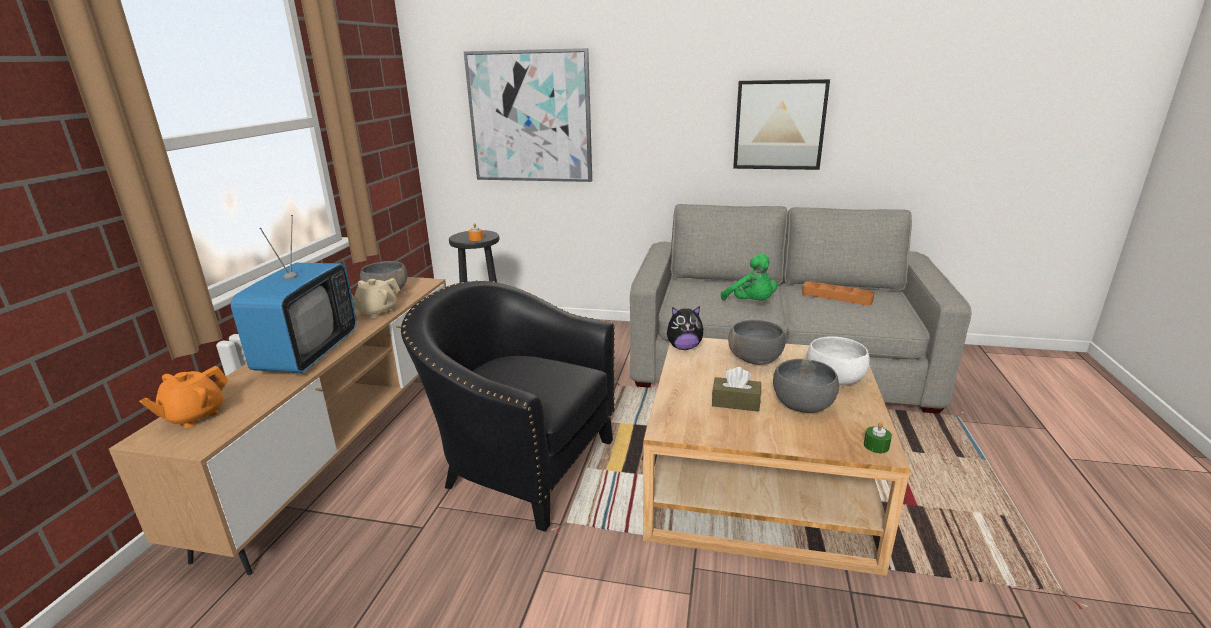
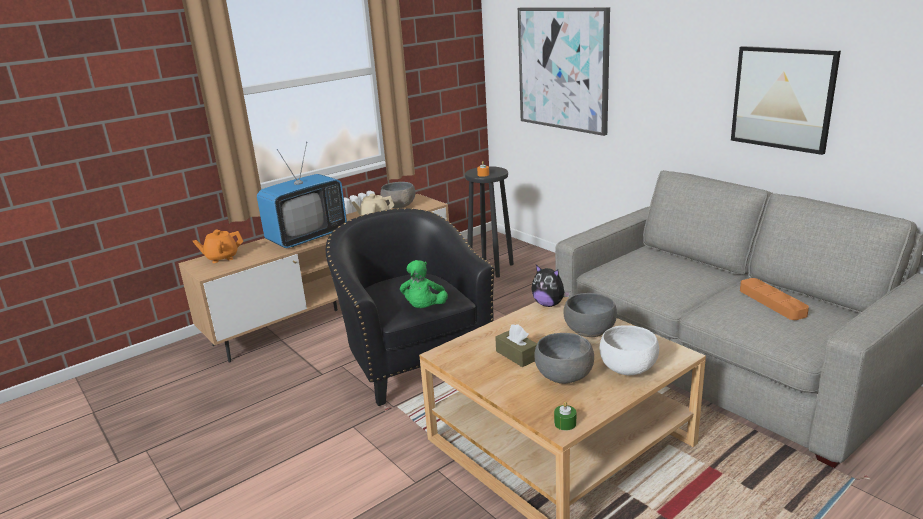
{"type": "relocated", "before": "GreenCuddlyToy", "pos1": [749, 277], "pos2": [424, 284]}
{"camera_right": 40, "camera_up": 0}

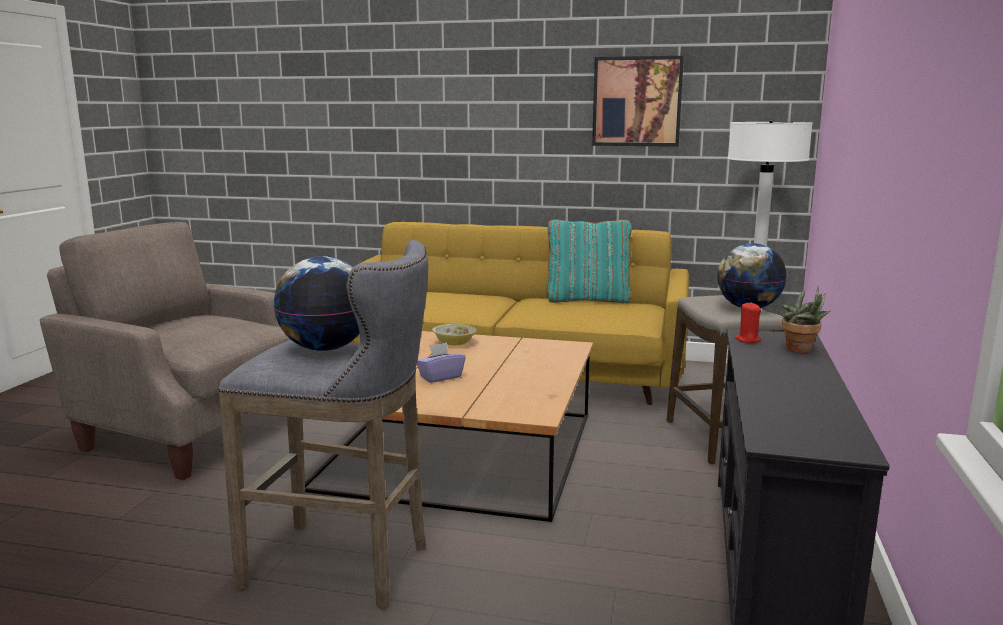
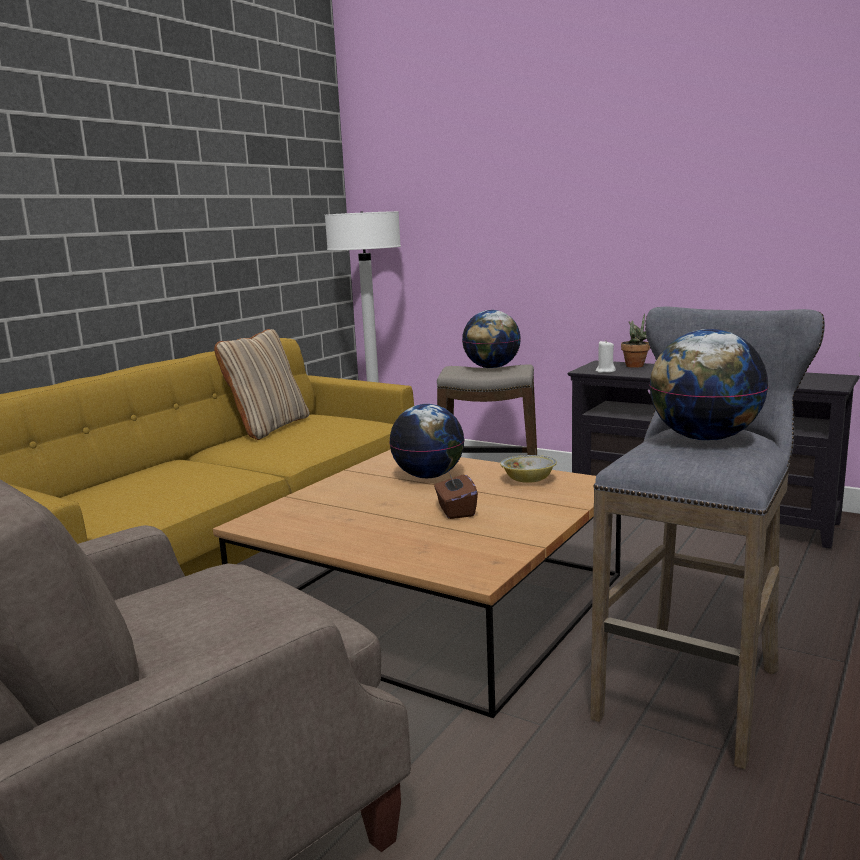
{"type": "missing", "before": "Picture", "pos1": [638, 101]}
{"type": "colour", "before": "TurquoiseColouredThrowPillow", "after": "BeigeColouredThrowPillow", "pos1": [589, 261], "pos2": [262, 384]}
{"type": "colour", "before": "RedColouredCandle", "after": "WhiteCandle", "pos1": [748, 322], "pos2": [606, 357]}
{"type": "relocated", "before": "DeepDish", "pos1": [454, 334], "pos2": [528, 469]}
{"type": "colour", "before": "PurplishTissueHolder", "after": "BrownTissueHolder", "pos1": [441, 362], "pos2": [456, 495]}
{"type": "appeared", "after": "Globe", "pos2": [427, 441]}
{"camera_right": -70, "camera_up": 0}

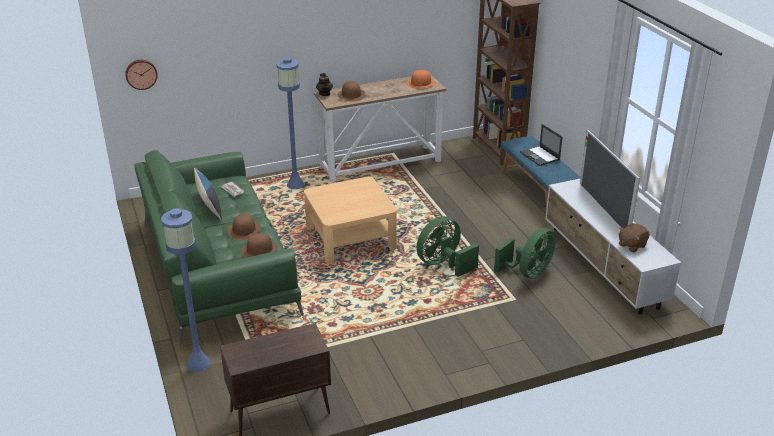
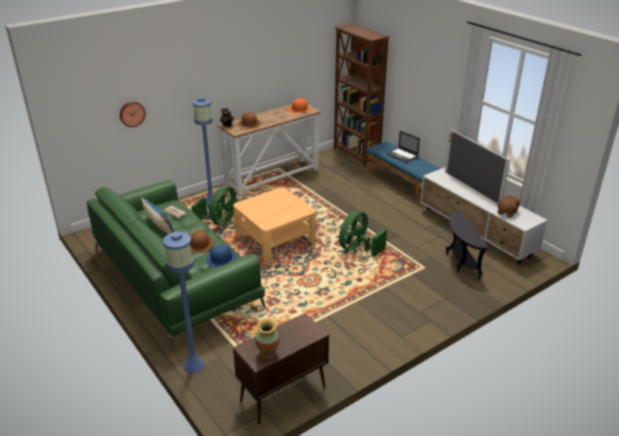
{"type": "relocated", "before": "WallClock", "pos1": [141, 75], "pos2": [133, 114]}
{"type": "relocated", "before": "GreenCoolingFan", "pos1": [525, 253], "pos2": [214, 205]}
{"type": "colour", "before": "BrownWearableHat", "after": "BluishWearableHat", "pos1": [259, 245], "pos2": [221, 256]}
{"type": "appeared", "after": "BlackColouredAccentTable", "pos2": [467, 245]}
{"type": "appeared", "after": "DecorativeVase", "pos2": [267, 339]}
{"camera_right": -15, "camera_up": 0}

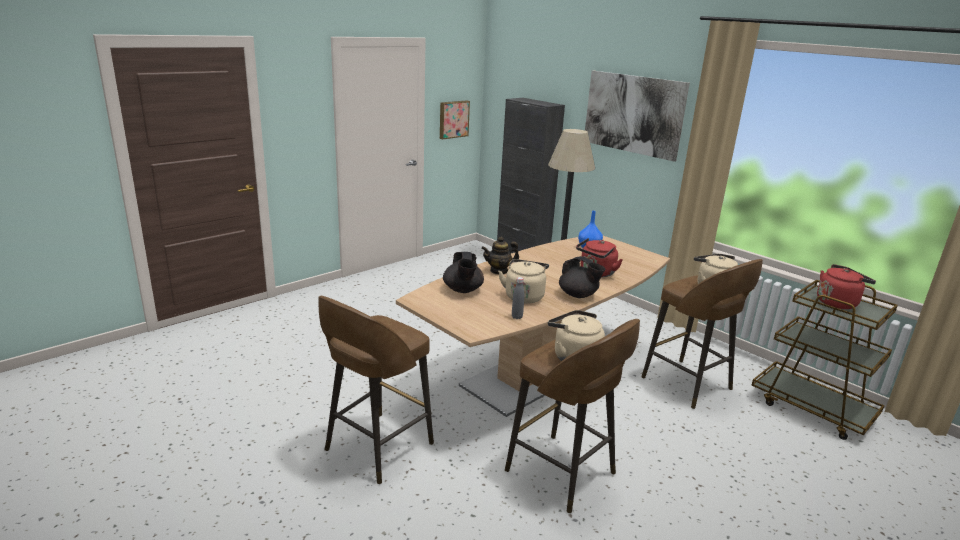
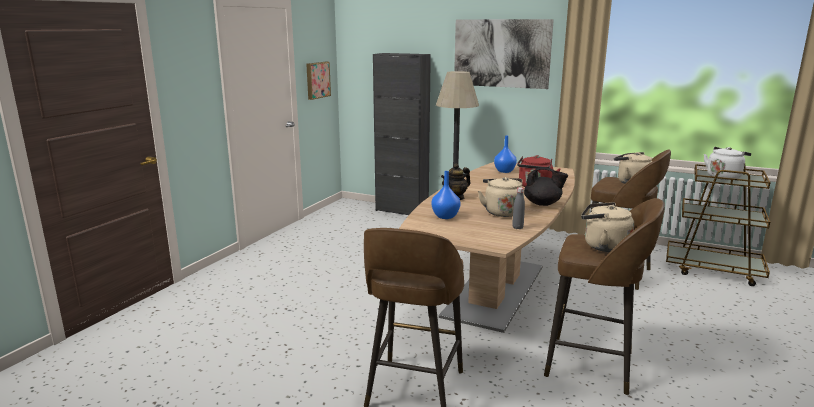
{"type": "exchanged", "before": "BlackColouredTeapot", "after": "BluishDecorativeVase", "pos1": [463, 272], "pos2": [446, 195]}
{"type": "colour", "before": "RedColouredKettle", "after": "WhiteKettle", "pos1": [846, 286], "pos2": [727, 163]}
{"camera_right": -20, "camera_up": -5}

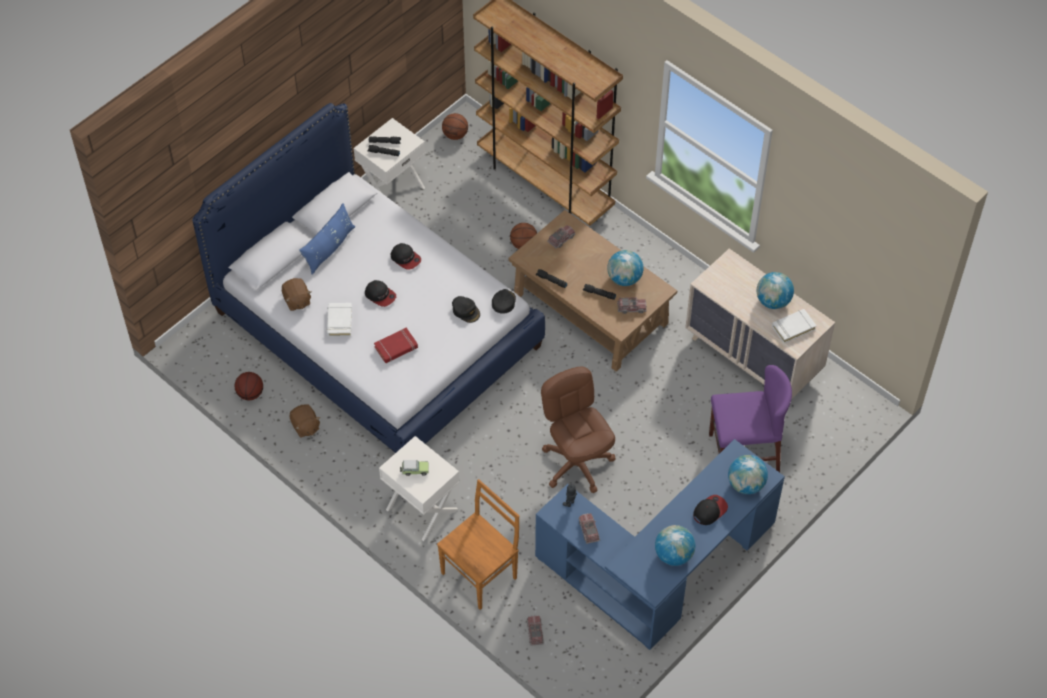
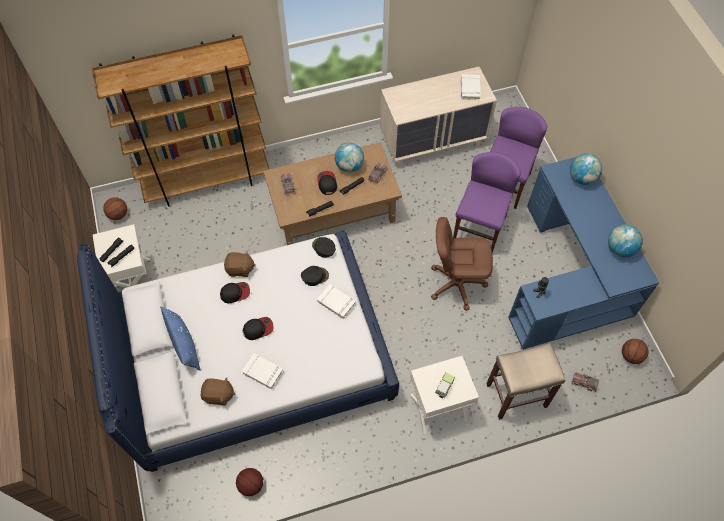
{"type": "relocated", "before": "BallForBasketball", "pos1": [523, 236], "pos2": [635, 351]}
{"type": "missing", "before": "Globe", "pos1": [775, 290]}
{"type": "missing", "before": "RedColouredVolume", "pos1": [396, 345]}
{"type": "relocated", "before": "BrownCuddlyToy", "pos1": [305, 421], "pos2": [240, 264]}
{"type": "exchanged", "before": "BrownUprightChair", "after": "BeigeColouredStoolSeat", "pos1": [478, 544], "pos2": [525, 381]}
{"type": "relocated", "before": "BaseballCap", "pos1": [710, 510], "pos2": [327, 183]}
{"type": "missing", "before": "ModelTruck", "pos1": [589, 528]}
{"type": "appeared", "after": "PurplishUprightChair", "pos2": [487, 202]}
{"type": "appeared", "after": "WhiteVolume", "pos2": [336, 301]}
{"camera_right": -60, "camera_up": 5}

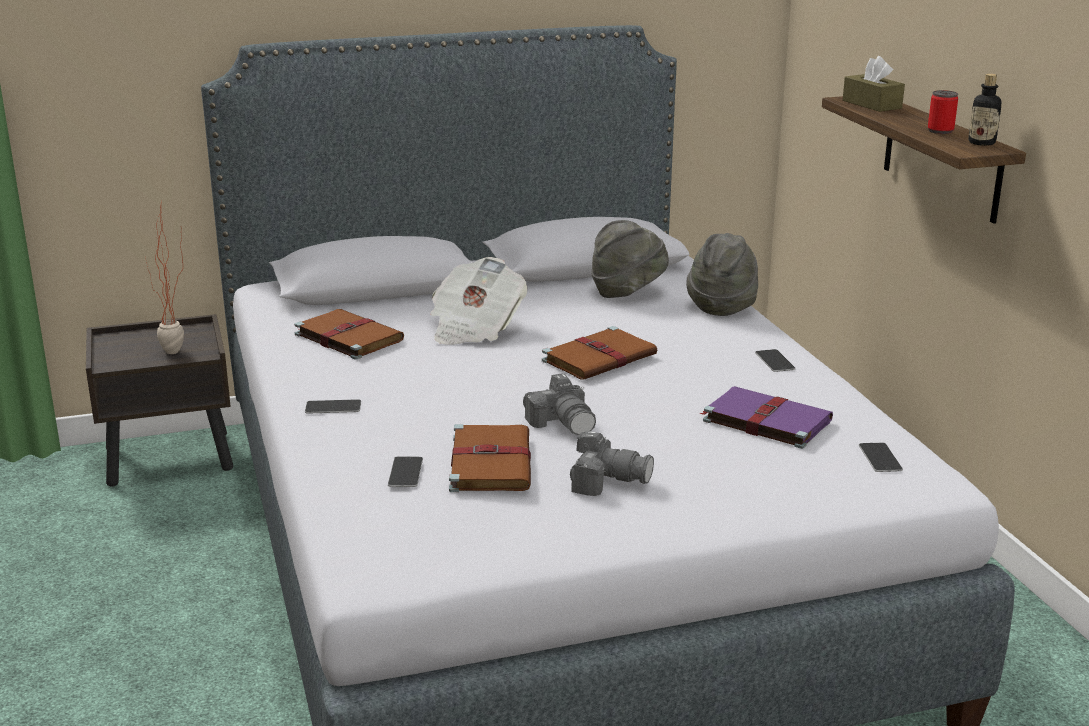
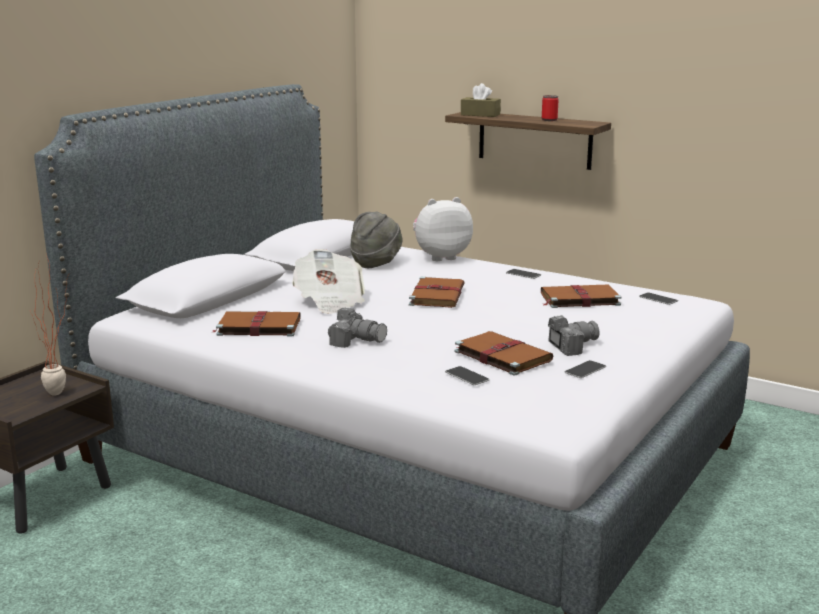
{"type": "missing", "before": "DrinkBottle", "pos1": [985, 110]}
{"type": "exchanged", "before": "GreyishWearableHat", "after": "CuddlyToy", "pos1": [722, 274], "pos2": [443, 229]}
{"type": "relocated", "before": "PhotoCamera", "pos1": [559, 404], "pos2": [357, 327]}
{"type": "colour", "before": "PurplishVolume", "after": "BrownVolume", "pos1": [766, 417], "pos2": [581, 296]}
{"type": "relocated", "before": "Telephone", "pos1": [333, 406], "pos2": [585, 369]}
{"camera_right": -40, "camera_up": -5}

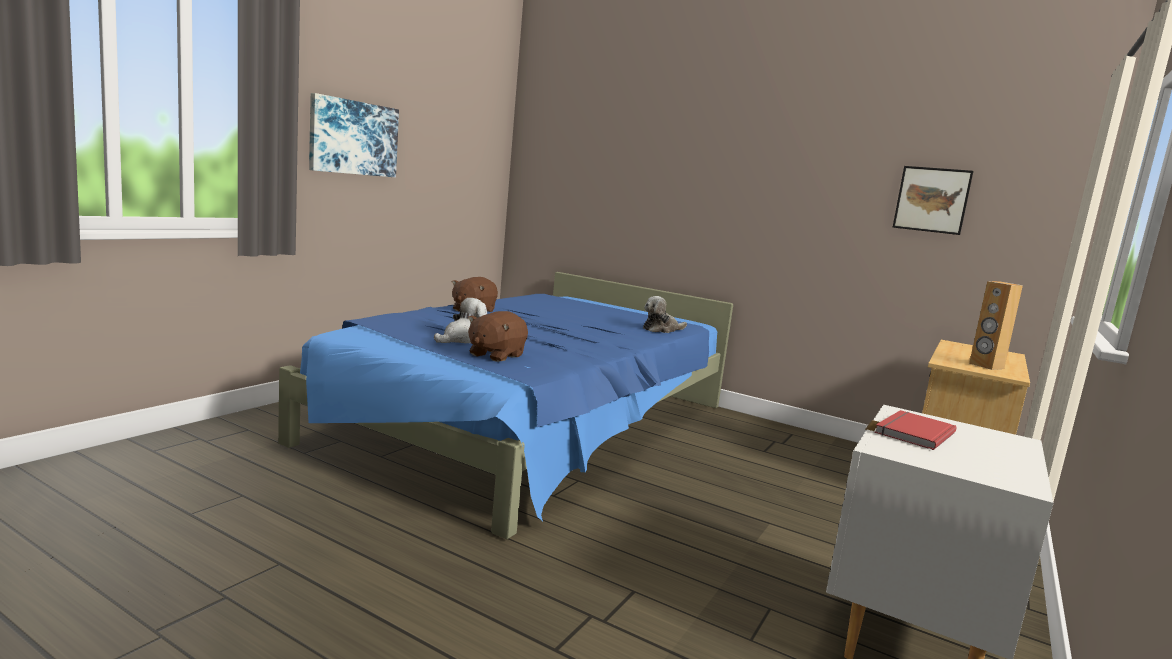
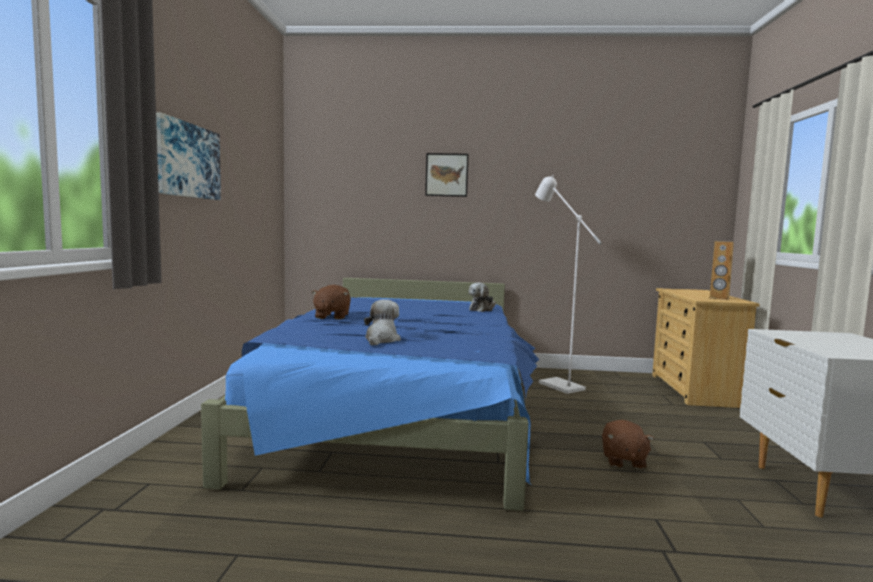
{"type": "relocated", "before": "Picture", "pos1": [933, 200], "pos2": [447, 175]}
{"type": "relocated", "before": "BrownCuddlyToy", "pos1": [498, 336], "pos2": [628, 444]}
{"type": "missing", "before": "RedColouredVolume", "pos1": [915, 430]}
{"type": "appeared", "after": "WhiteFloorLamp", "pos2": [568, 284]}
{"camera_right": -25, "camera_up": -5}

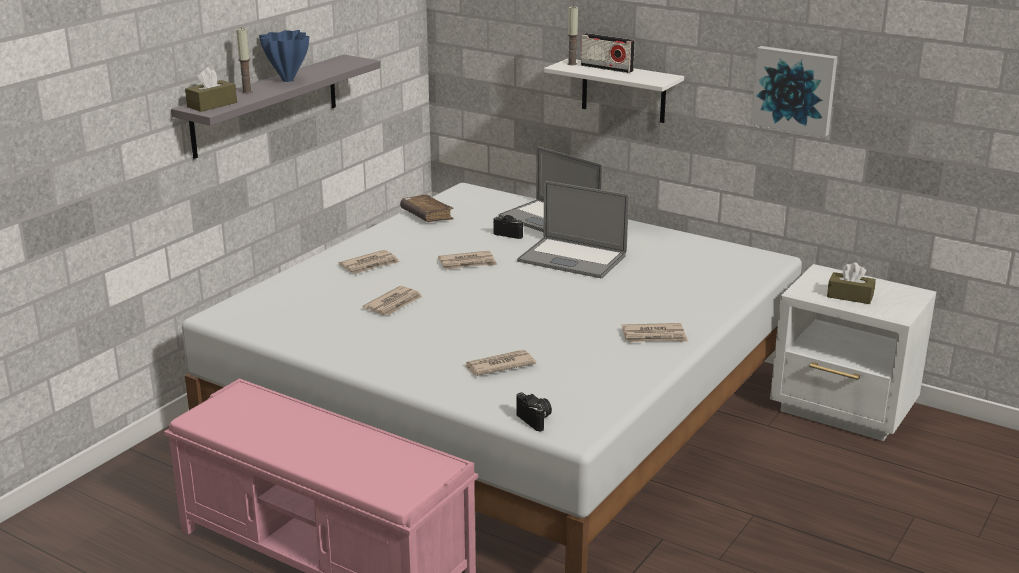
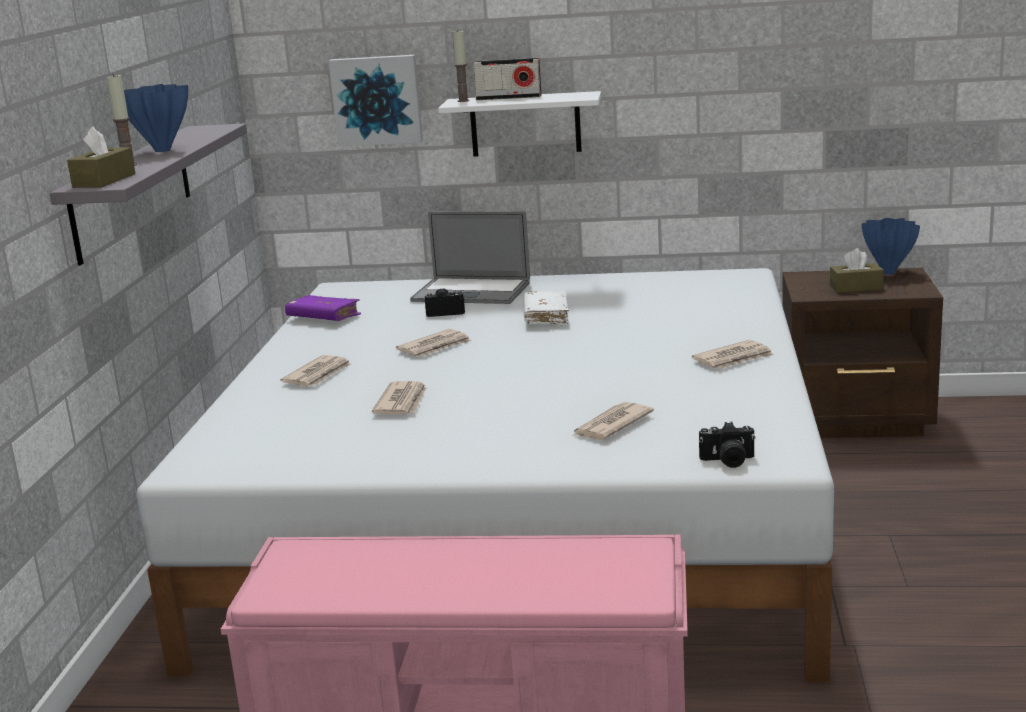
{"type": "relocated", "before": "Picture", "pos1": [794, 91], "pos2": [376, 101]}
{"type": "exchanged", "before": "Laptop", "after": "WhiteVolume", "pos1": [573, 229], "pos2": [546, 308]}
{"type": "colour", "before": "BrownVolume", "after": "PurplishVolume", "pos1": [427, 208], "pos2": [323, 308]}
{"type": "colour", "before": "WhiteBedsideTable", "after": "BrownBedsideTable", "pos1": [853, 352], "pos2": [862, 353]}
{"type": "spun", "before": "PhotoCamera", "pos1": [534, 412], "pos2": [727, 445], "turn": 150}
{"type": "appeared", "after": "BluishDecorativeVase", "pos2": [891, 246]}
{"camera_right": -25, "camera_up": -5}

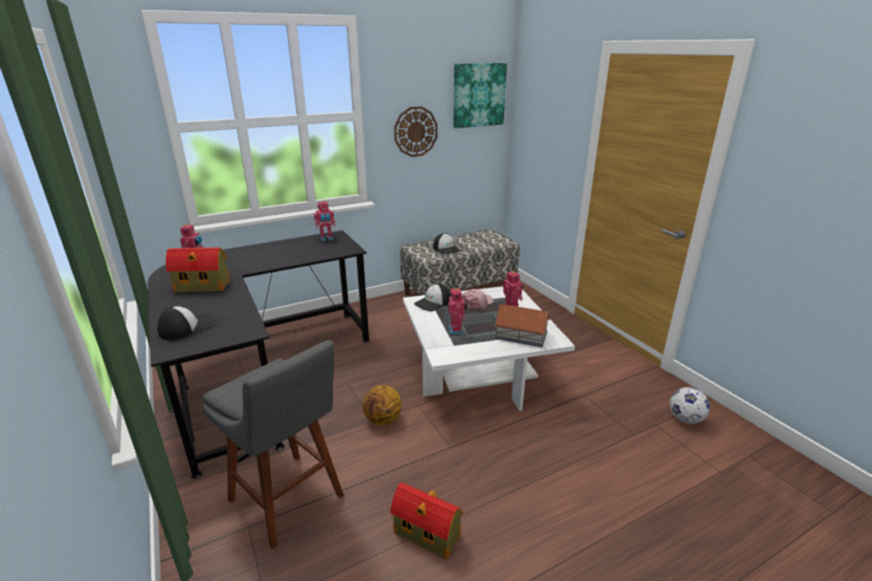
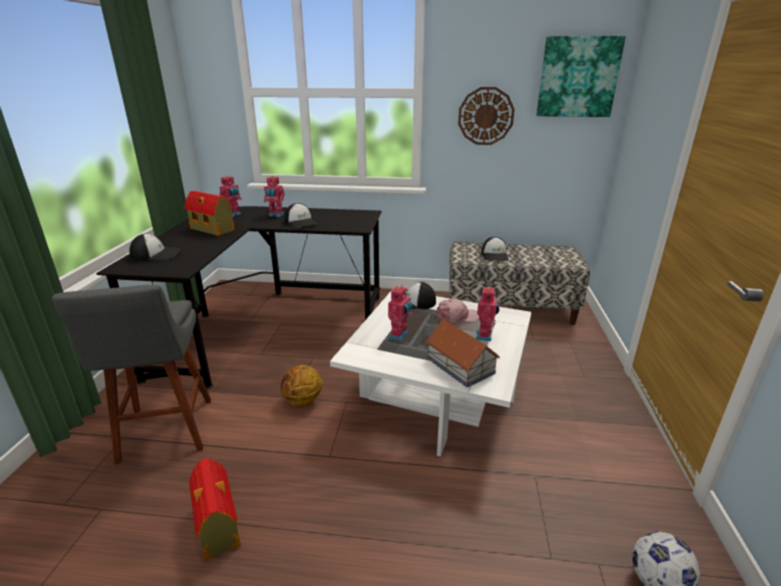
{"type": "relocated", "before": "ModelRobot", "pos1": [324, 221], "pos2": [274, 196]}
{"type": "appeared", "after": "BaseballCap", "pos2": [301, 215]}
{"camera_right": 35, "camera_up": 0}

